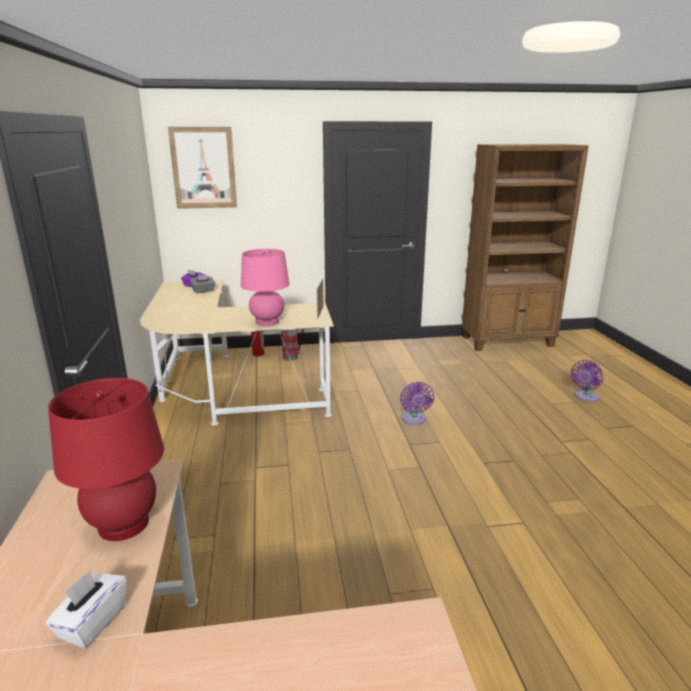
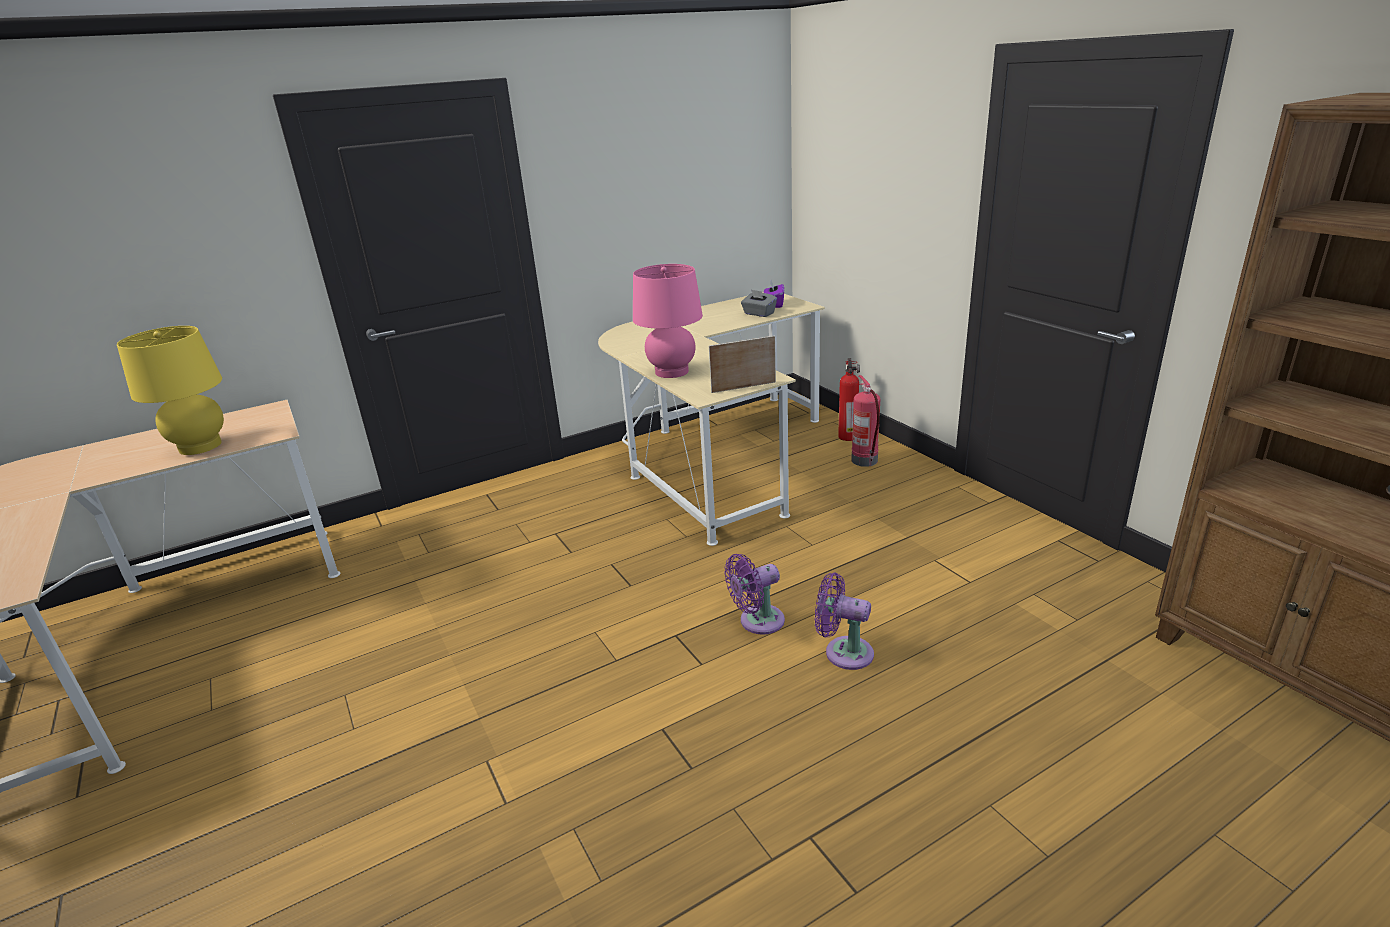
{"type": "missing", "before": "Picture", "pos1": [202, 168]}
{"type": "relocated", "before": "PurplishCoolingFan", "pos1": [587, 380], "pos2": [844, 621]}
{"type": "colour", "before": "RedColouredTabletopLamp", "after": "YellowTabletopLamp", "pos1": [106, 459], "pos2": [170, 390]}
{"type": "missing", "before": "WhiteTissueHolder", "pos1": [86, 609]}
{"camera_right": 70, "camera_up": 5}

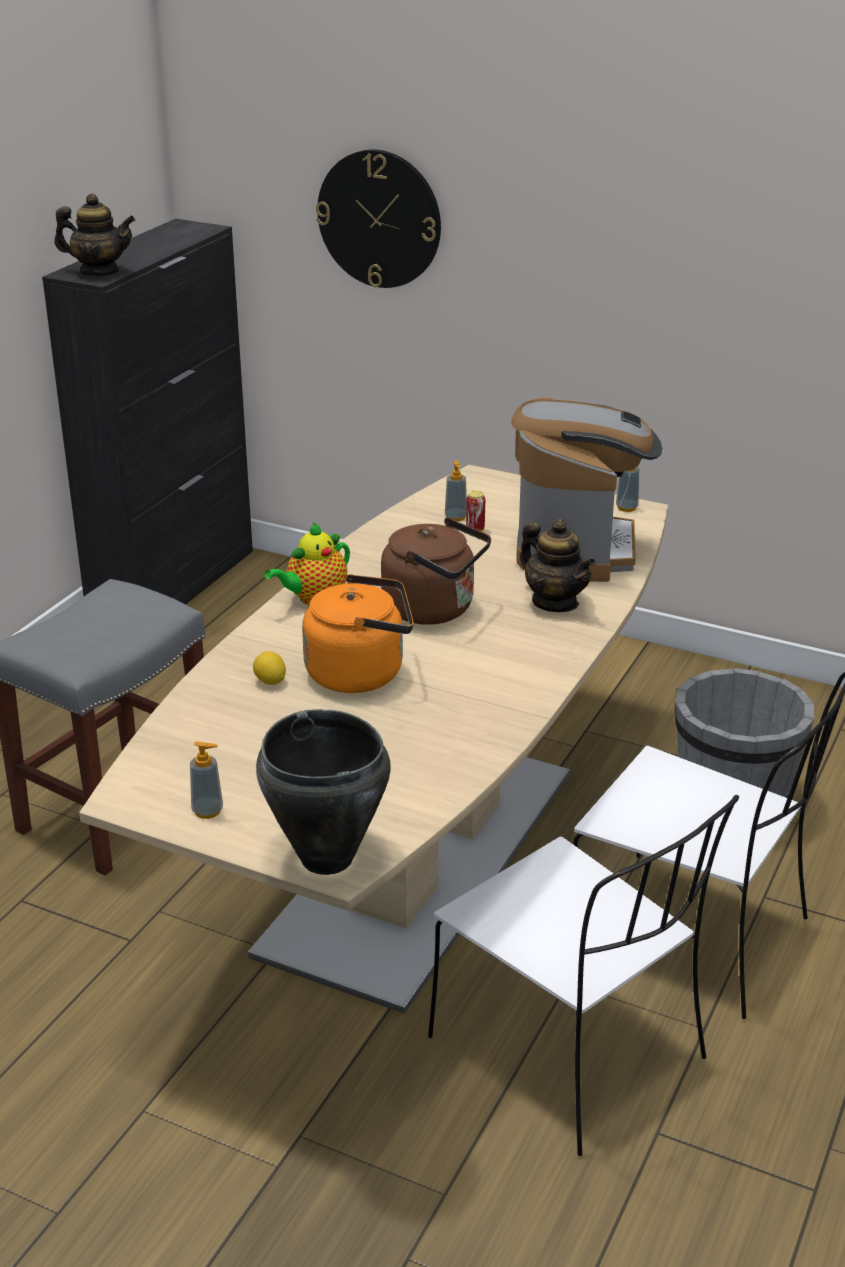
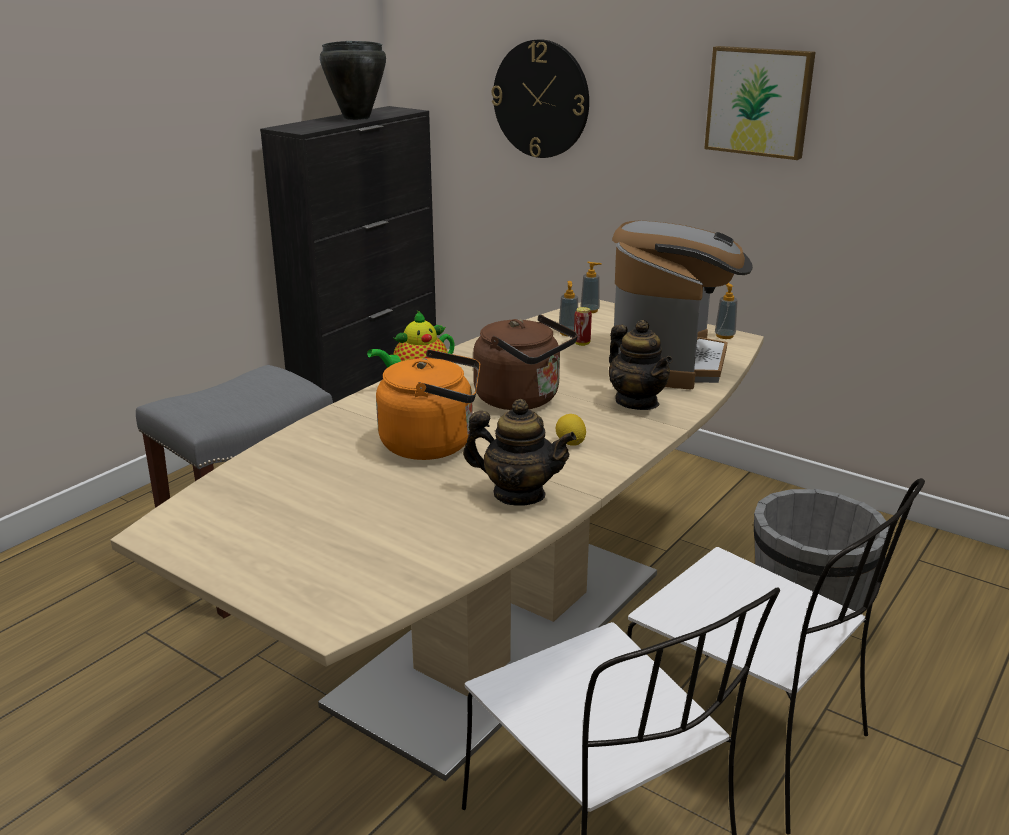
{"type": "relocated", "before": "Teapot", "pos1": [94, 234], "pos2": [519, 452]}
{"type": "relocated", "before": "WholeLemon", "pos1": [269, 668], "pos2": [571, 430]}
{"type": "relocated", "before": "BlackColouredCookingPot", "pos1": [323, 792], "pos2": [353, 80]}
{"type": "relocated", "before": "SoapDispenser", "pos1": [206, 780], "pos2": [591, 287]}
{"type": "appeared", "after": "Picture", "pos2": [760, 103]}
{"camera_right": 10, "camera_up": -5}

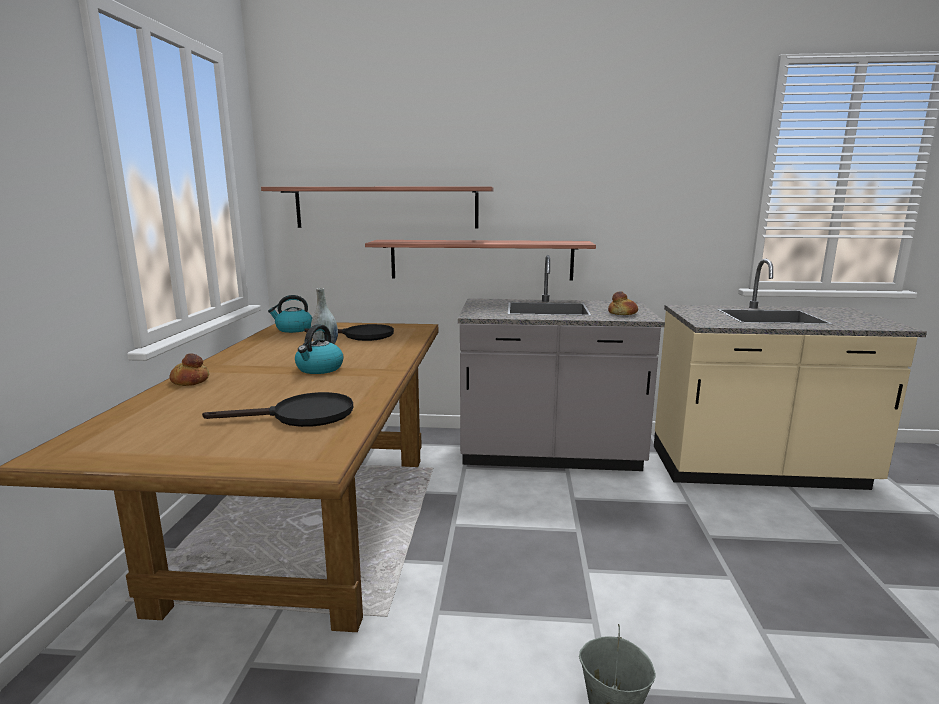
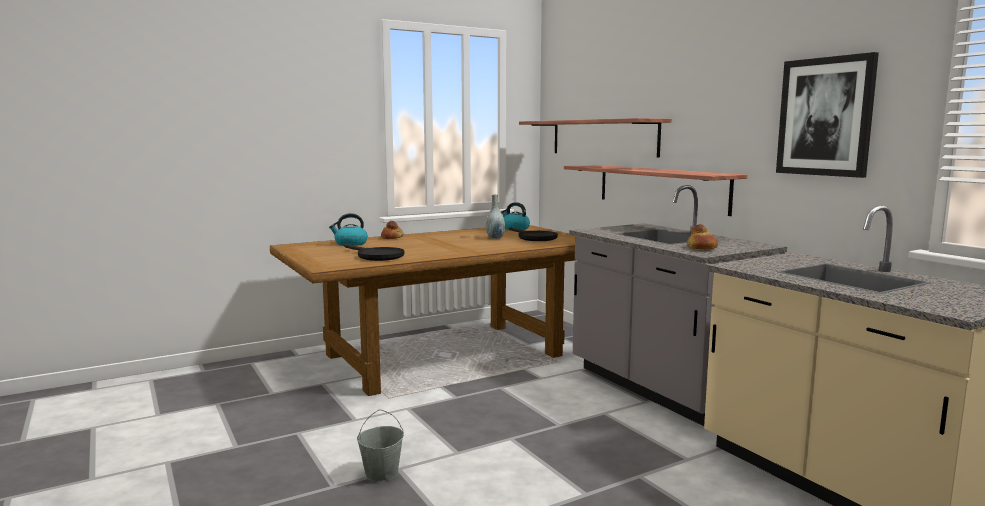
{"type": "relocated", "before": "Kettle", "pos1": [319, 349], "pos2": [348, 229]}
{"type": "appeared", "after": "Picture", "pos2": [827, 115]}
{"camera_right": 55, "camera_up": -5}

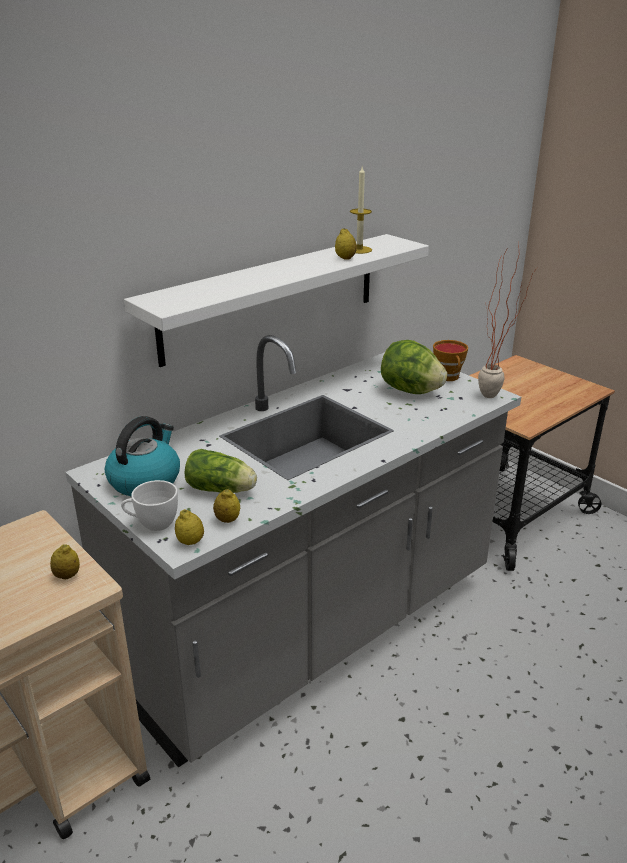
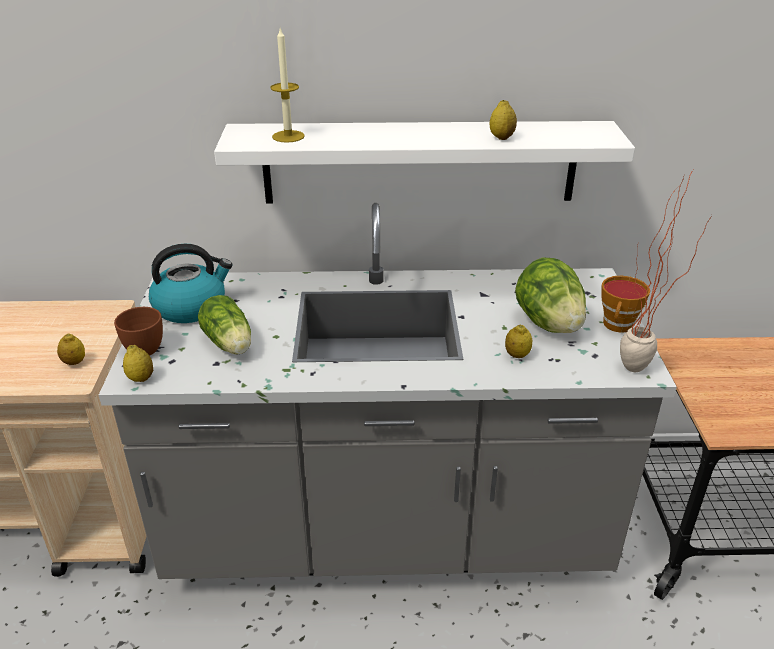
{"type": "relocated", "before": "Candle", "pos1": [361, 210], "pos2": [287, 85]}
{"type": "colour", "before": "WhiteCup", "after": "BrownCup", "pos1": [149, 505], "pos2": [138, 331]}
{"type": "relocated", "before": "WholeLemon", "pos1": [226, 506], "pos2": [518, 341]}
{"camera_right": 40, "camera_up": 5}

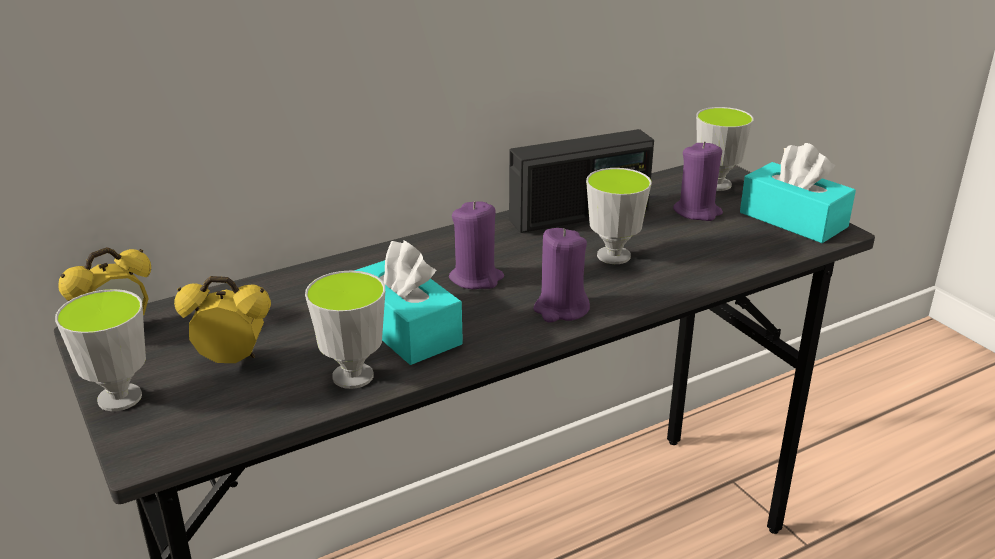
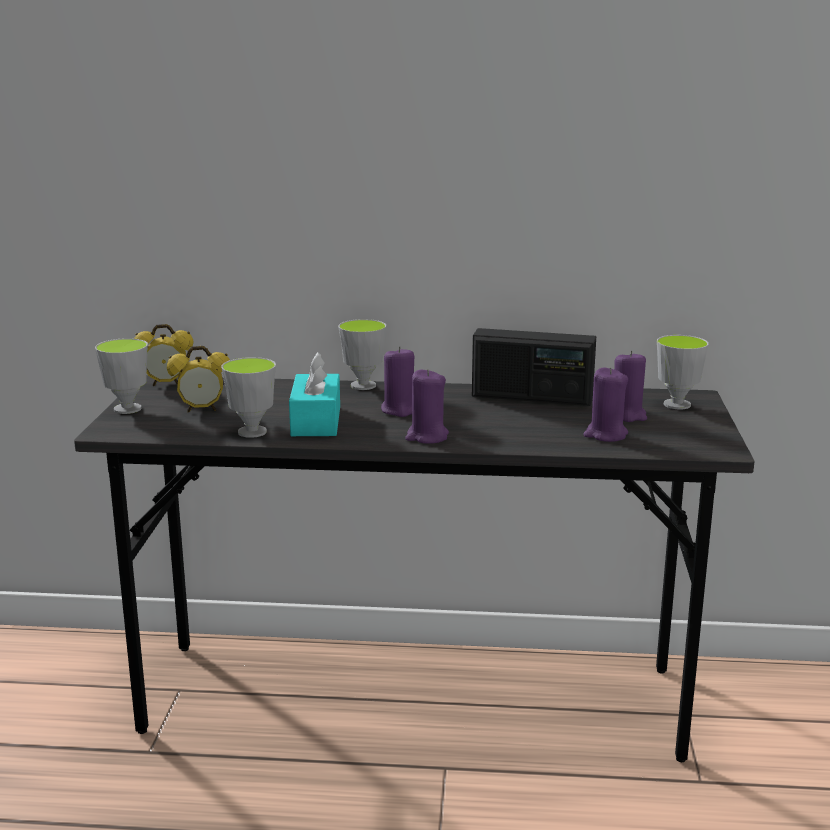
{"type": "missing", "before": "TurquoiseColouredTissueHolder", "pos1": [798, 193]}
{"type": "relocated", "before": "Cup", "pos1": [619, 216], "pos2": [362, 354]}
{"type": "spun", "before": "AlarmClock", "pos1": [222, 319], "pos2": [198, 379], "turn": 135}
{"type": "appeared", "after": "PurplishCandle", "pos2": [605, 404]}
{"camera_right": 35, "camera_up": -10}

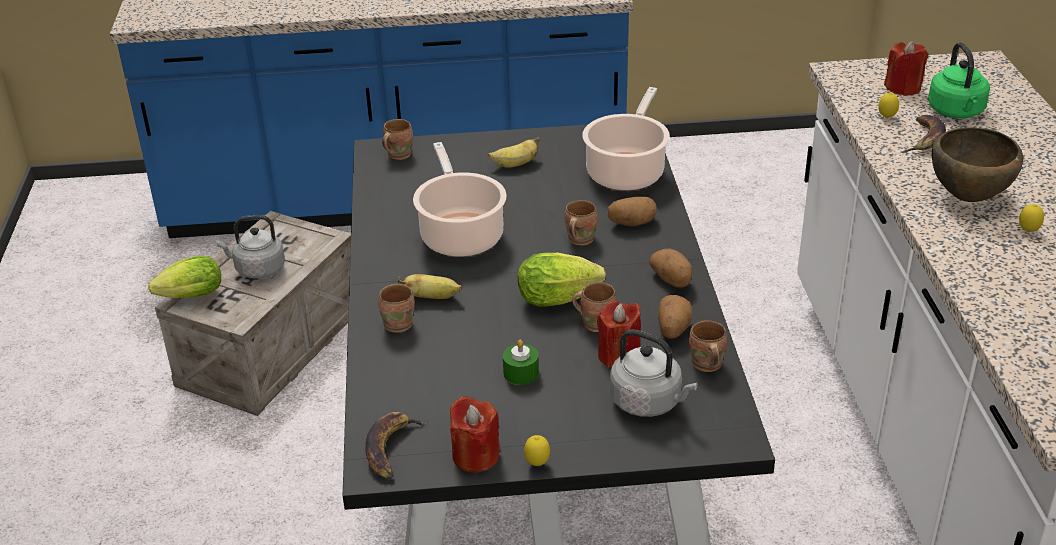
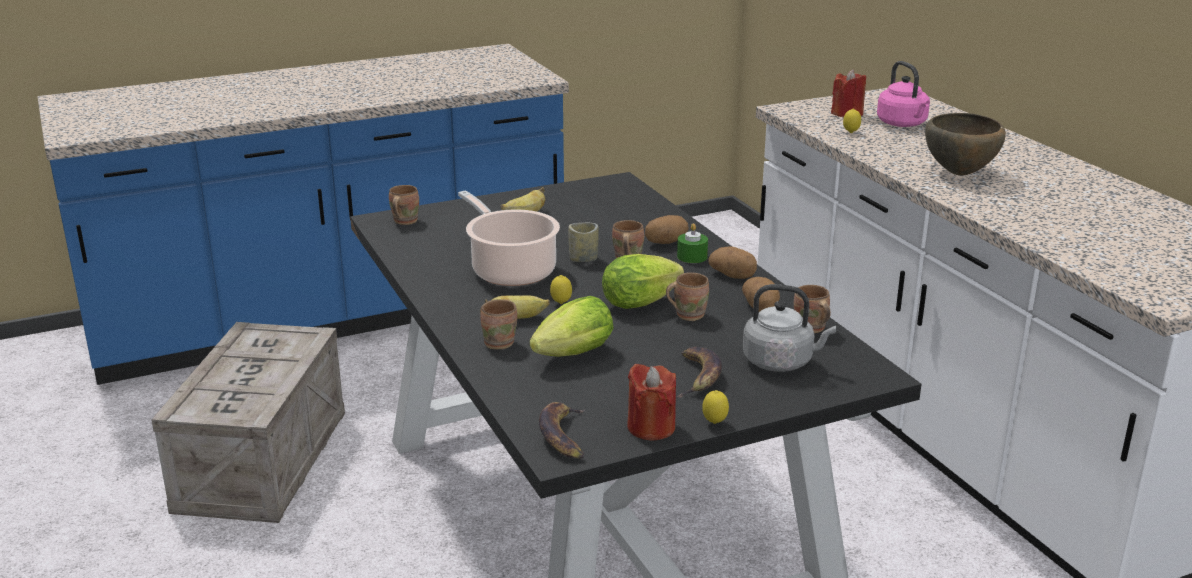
{"type": "colour", "before": "GreenKettle", "after": "PinkKettle", "pos1": [959, 80], "pos2": [903, 94]}
{"type": "missing", "before": "CookingPot", "pos1": [626, 139]}
{"type": "relocated", "before": "BananaFruit", "pos1": [923, 134], "pos2": [699, 372]}
{"type": "relocated", "before": "WholeLemon", "pos1": [1031, 218], "pos2": [561, 289]}
{"type": "missing", "before": "GreyishKettle", "pos1": [250, 247]}
{"type": "relocated", "before": "HeadOfLettuce", "pos1": [184, 276], "pos2": [572, 326]}
{"type": "missing", "before": "RedColouredCandle", "pos1": [619, 334]}
{"type": "relocated", "before": "GreenCandle", "pos1": [521, 362], "pos2": [692, 243]}
{"type": "appeared", "after": "Cup", "pos2": [583, 242]}
{"camera_right": -20, "camera_up": -10}

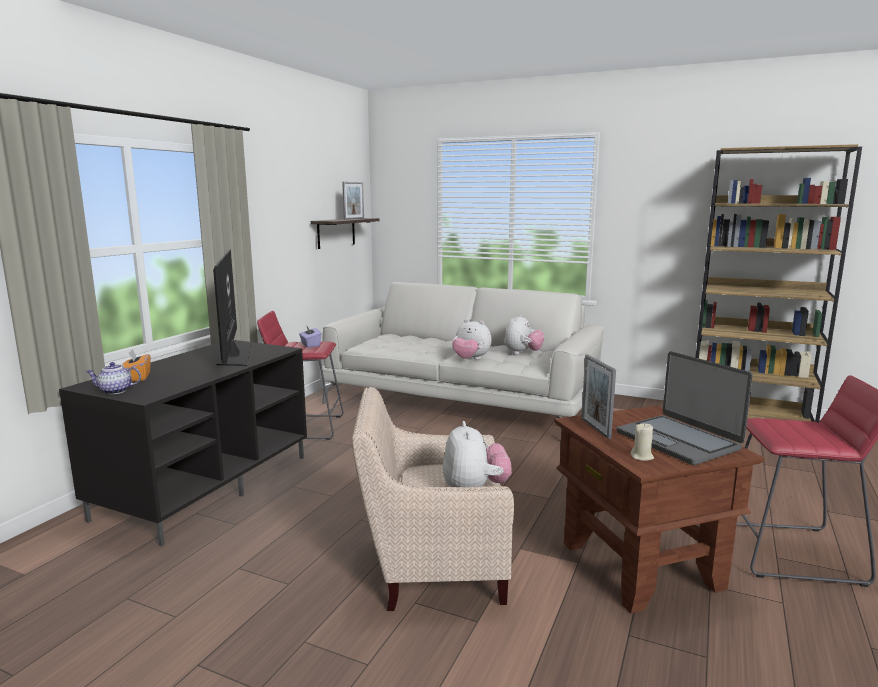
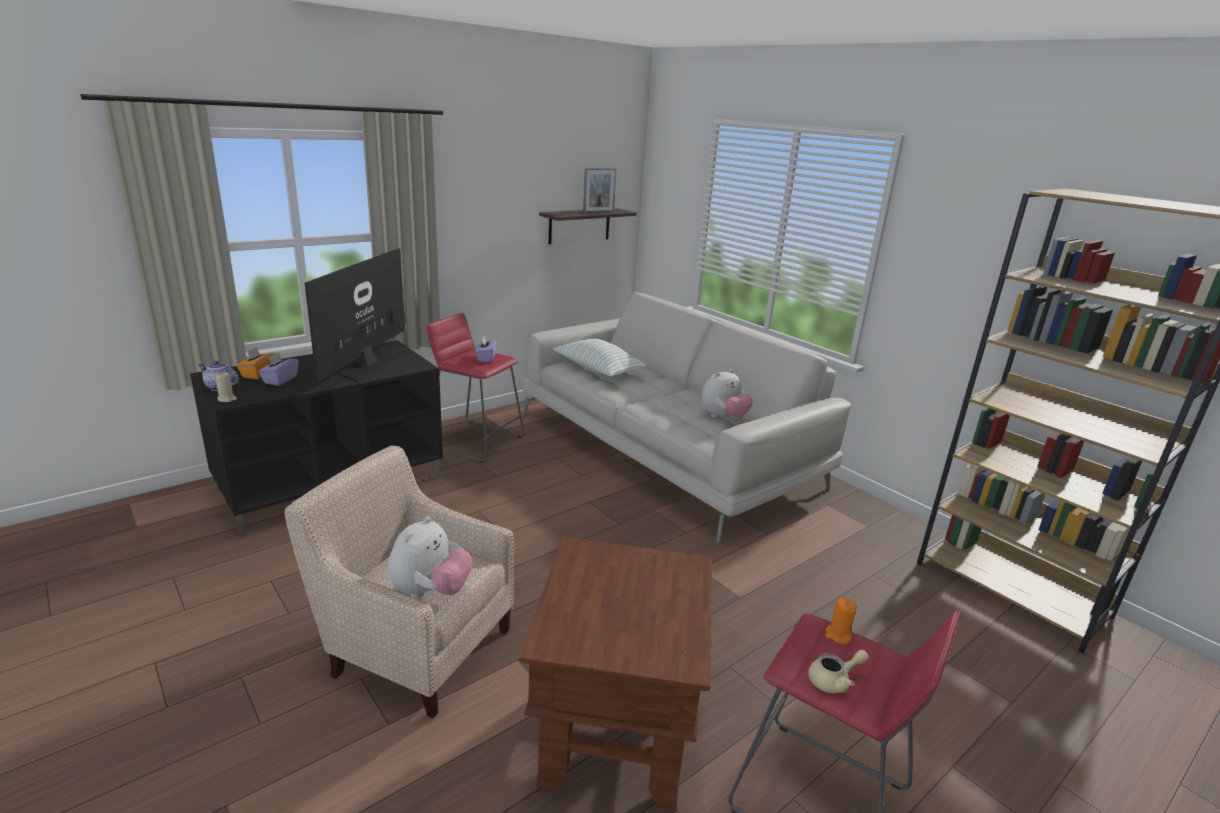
{"type": "missing", "before": "CuddlyToy", "pos1": [472, 339]}
{"type": "missing", "before": "Laptop", "pos1": [684, 408]}
{"type": "missing", "before": "PhotoFrame", "pos1": [598, 397]}
{"type": "relocated", "before": "BeigeColouredCandle", "pos1": [642, 442], "pos2": [226, 387]}
{"type": "appeared", "after": "ThrowPillow", "pos2": [600, 358]}
{"type": "appeared", "after": "PurplishTissueHolder", "pos2": [278, 369]}
{"type": "appeared", "after": "OrangeColouredCandle", "pos2": [841, 620]}
{"type": "appeared", "after": "BeigeColouredTeapot", "pos2": [838, 671]}
{"camera_right": 25, "camera_up": 10}

